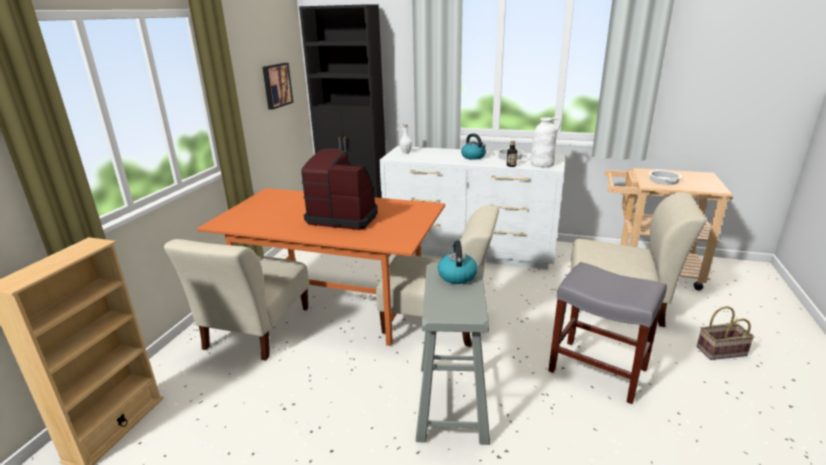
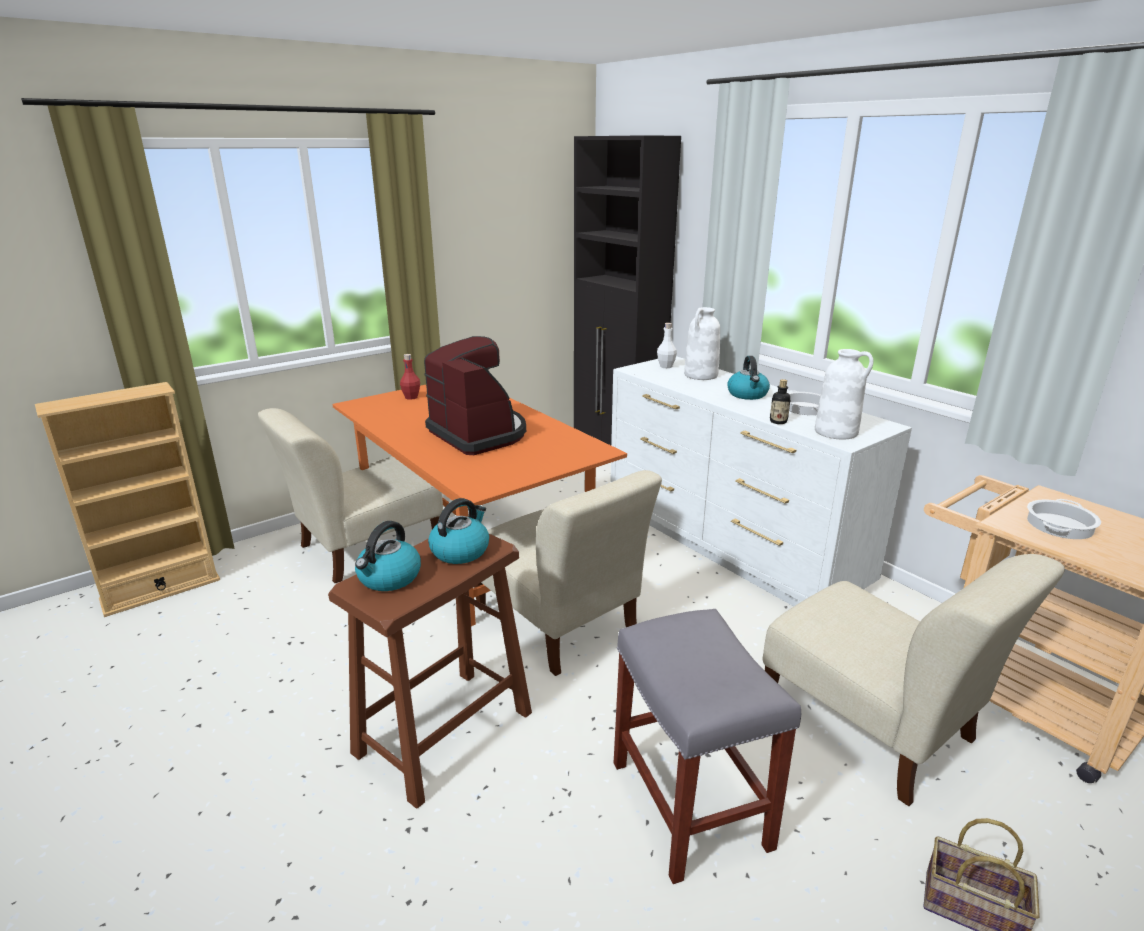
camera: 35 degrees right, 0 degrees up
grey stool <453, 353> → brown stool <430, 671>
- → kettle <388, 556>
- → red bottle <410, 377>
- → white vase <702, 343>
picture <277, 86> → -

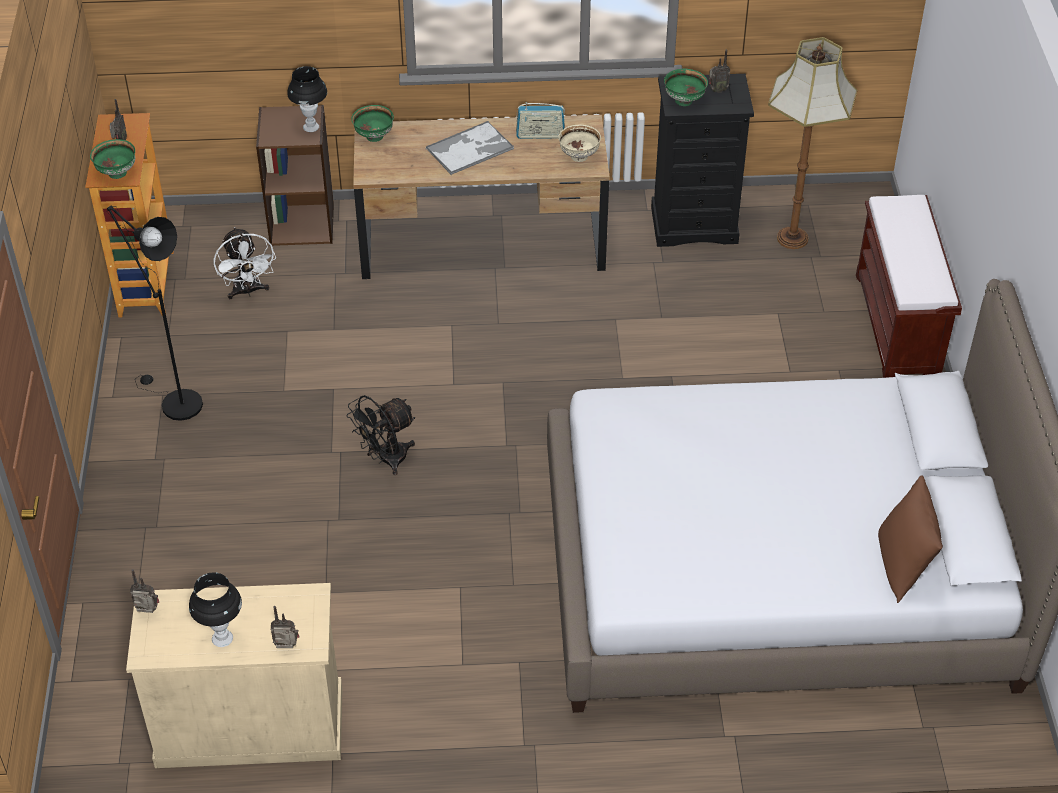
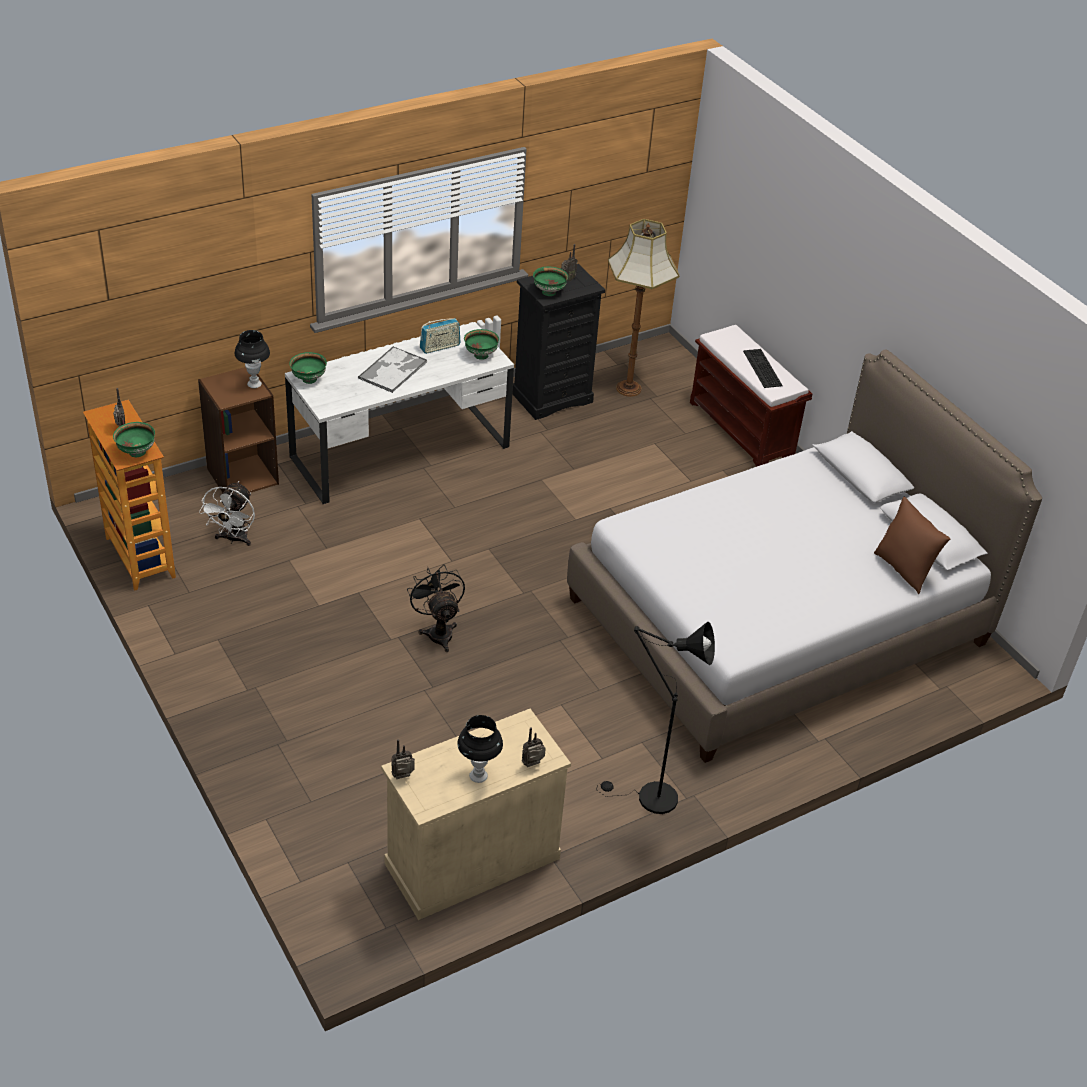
camera: 30 degrees left, 5 degrees down
white fan <245, 263> → white fan <227, 513>, 60 degrees clockwise
brown desk <481, 197> → white desk <399, 413>
black fan <381, 435> → black fan <436, 608>, 135 degrees clockwise
beige bowl <579, 143> → green bowl <481, 344>
black floor lamp <155, 313> → black floor lamp <655, 718>, relocated
- → keyboard <763, 368>

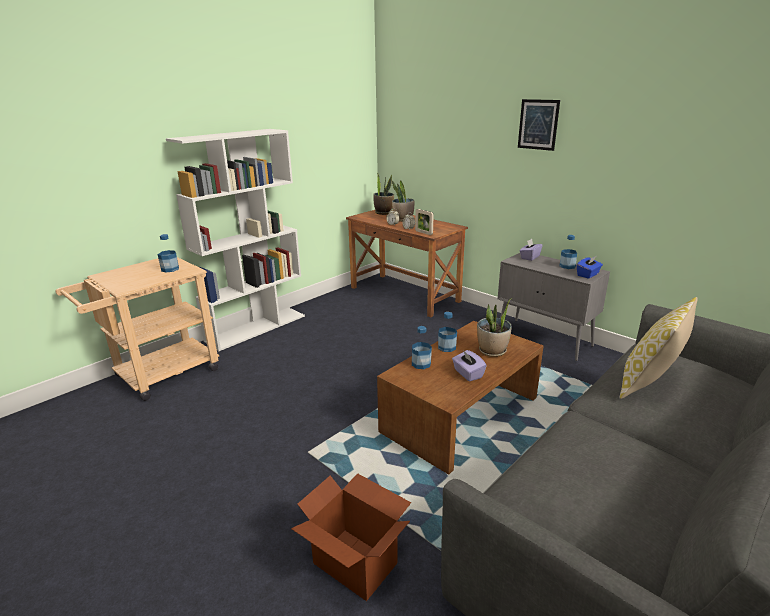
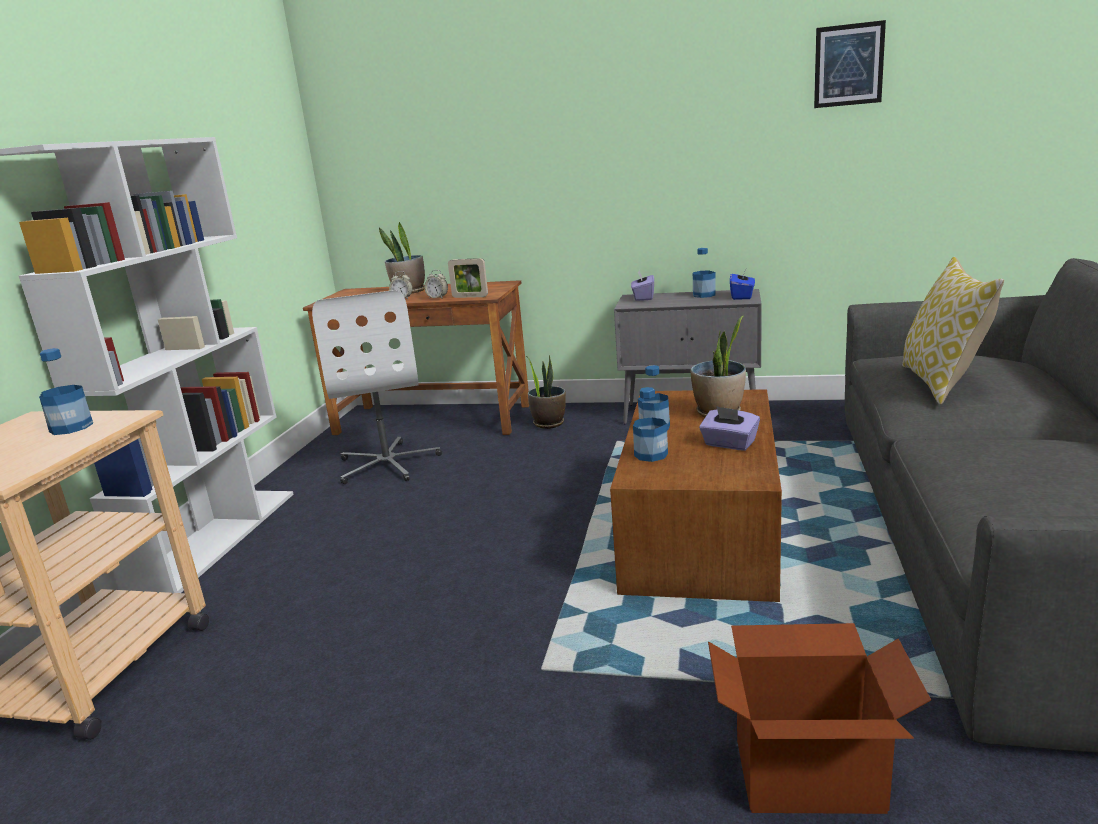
camera: 30 degrees left, 5 degrees down
- → white office chair <377, 387>
potted plant <383, 193> → potted plant <546, 392>, relocated
picture <539, 125> → picture <850, 64>, relocated

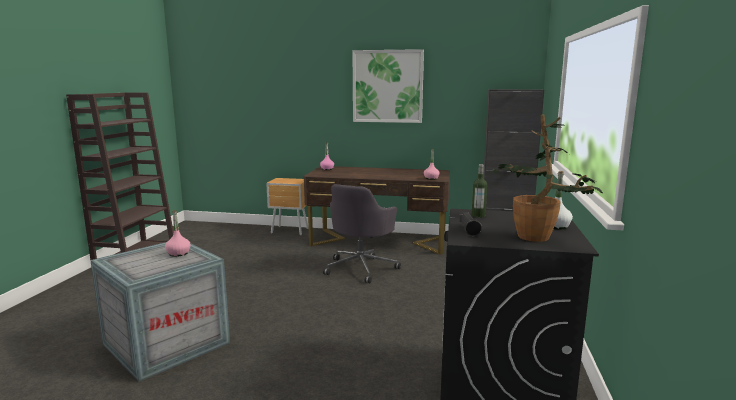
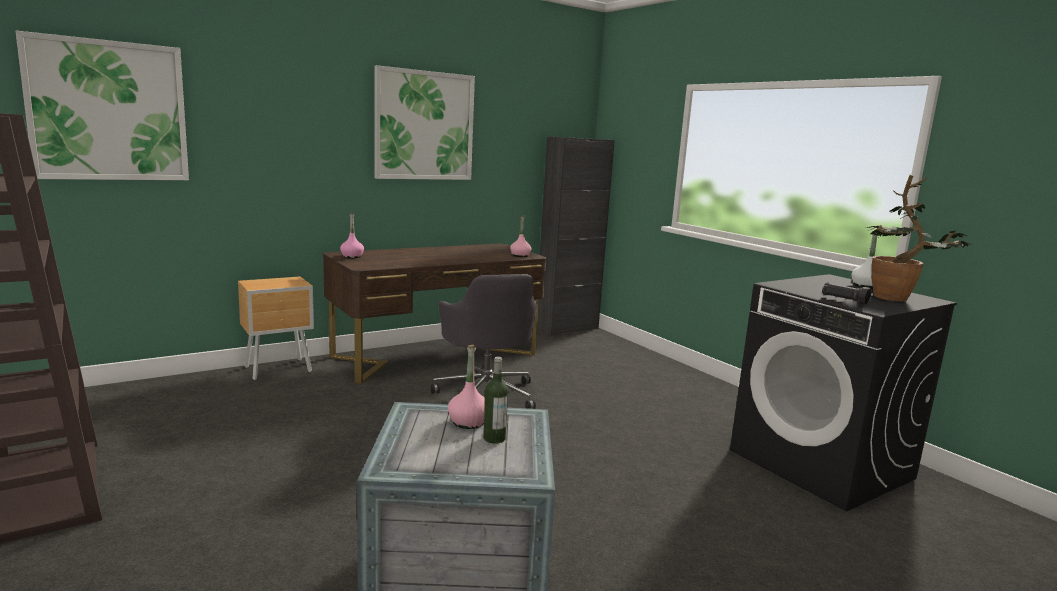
camera: 45 degrees left, 0 degrees up
- → picture <102, 105>
bottle <479, 191> → bottle <495, 400>, relocated

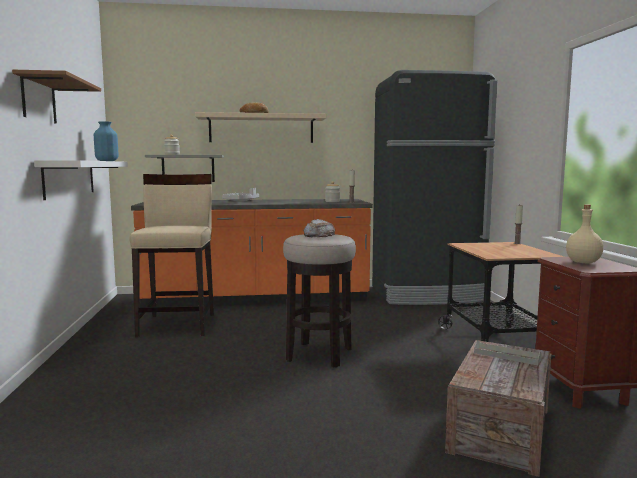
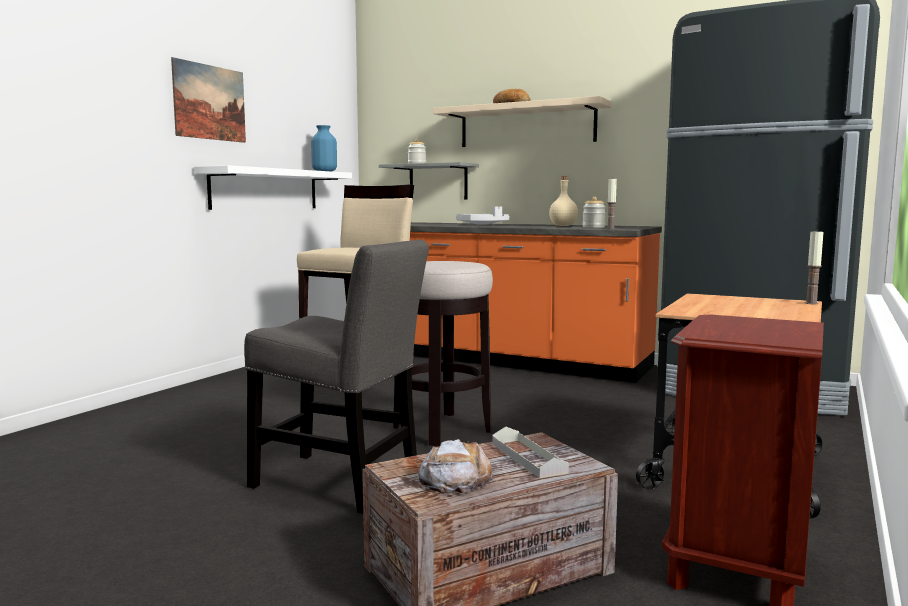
camera: 35 degrees right, 0 degrees up
brown shelf <56, 97> → picture <208, 100>
- → grey chair <336, 376>
bread <319, 228> → bread <457, 466>, relocated
beige bottle <585, 234> → beige bottle <563, 201>, relocated

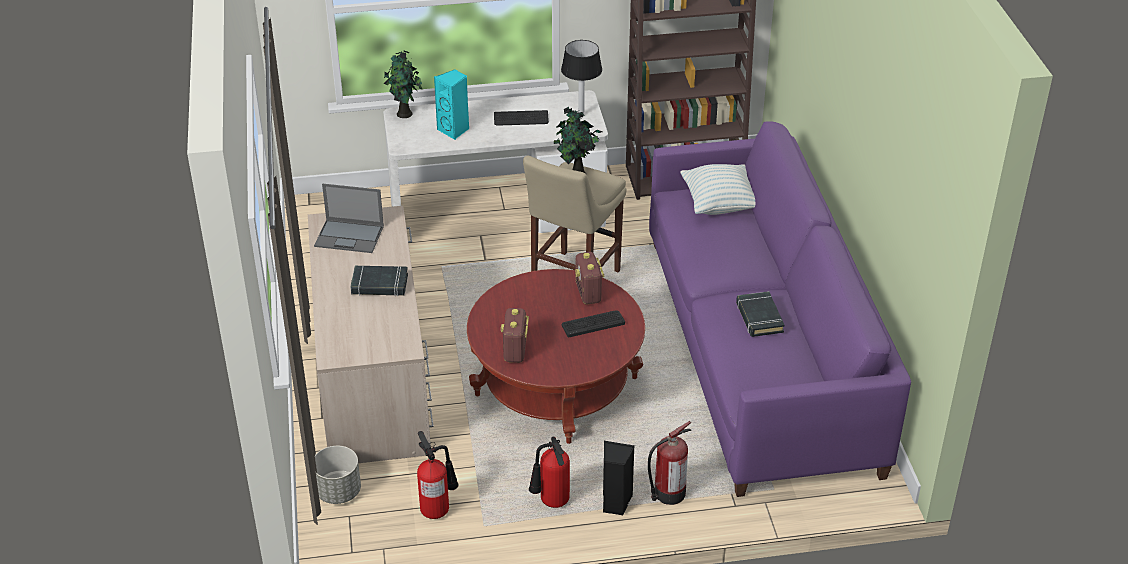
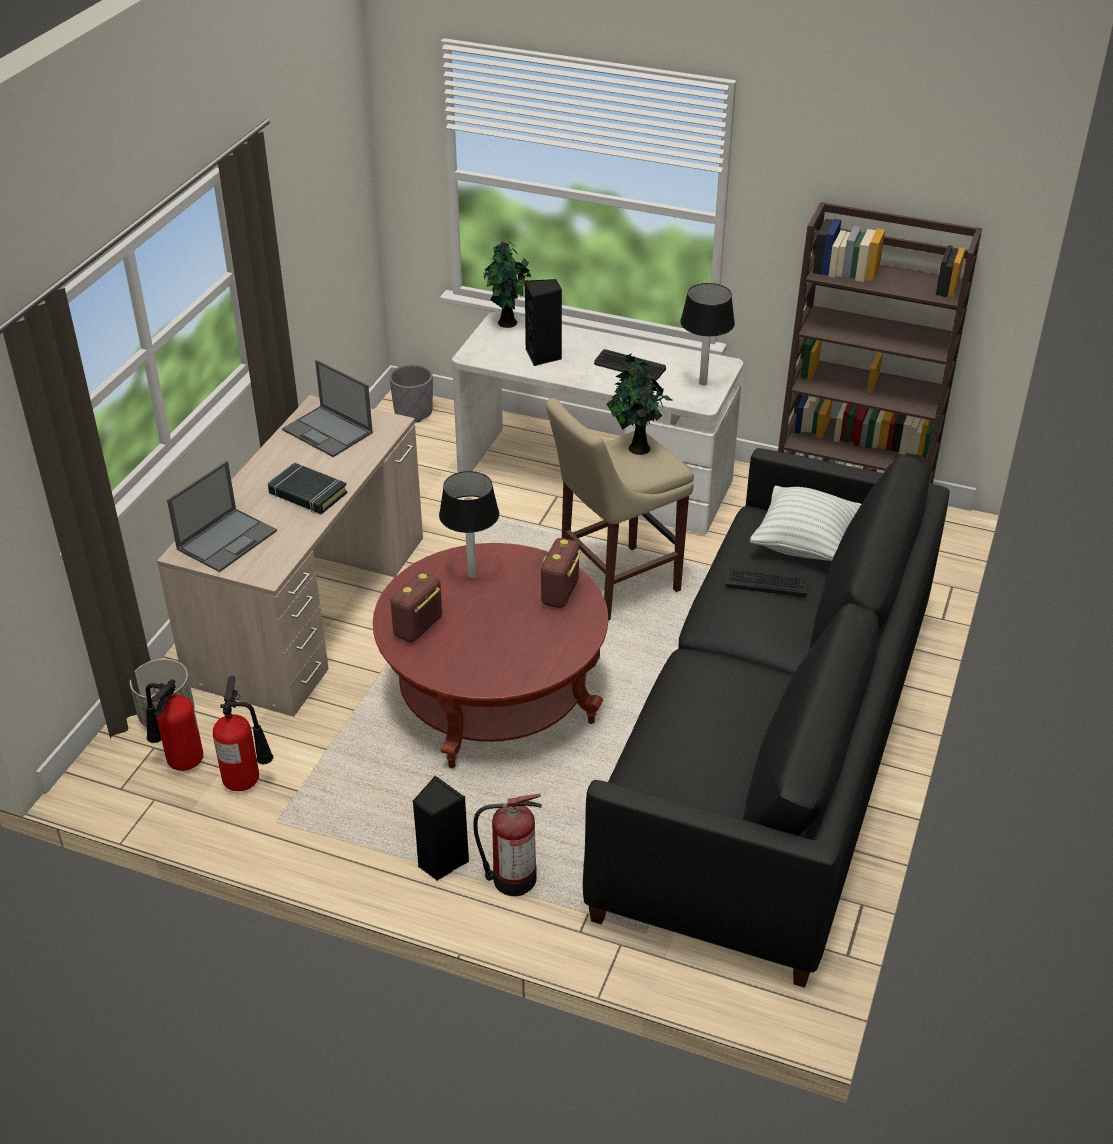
camera: 30 degrees right, 0 degrees up
fire extinguisher <549, 472> → fire extinguisher <174, 725>, relocated
- → laptop <222, 516>
- → grey planter <411, 393>
- → table lamp <469, 524>
turquoise speaker <451, 104> → black speaker <543, 322>
purple sofa <780, 309> → black sofa <766, 718>
keyboard <593, 323> → keyboard <767, 582>, relocated
black book <760, 314> → -

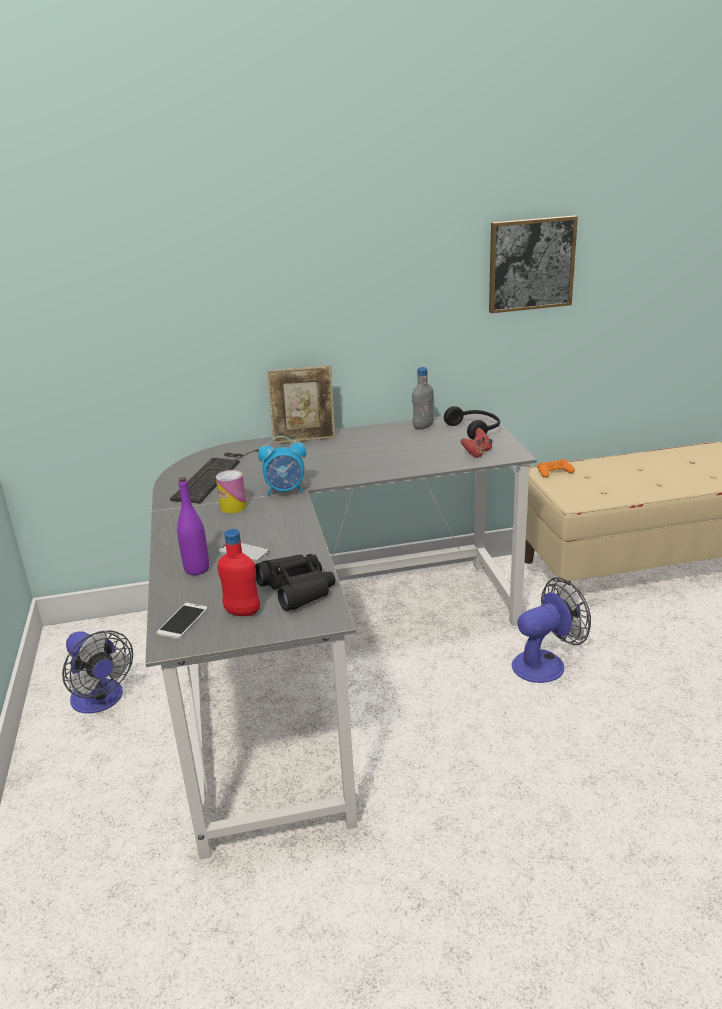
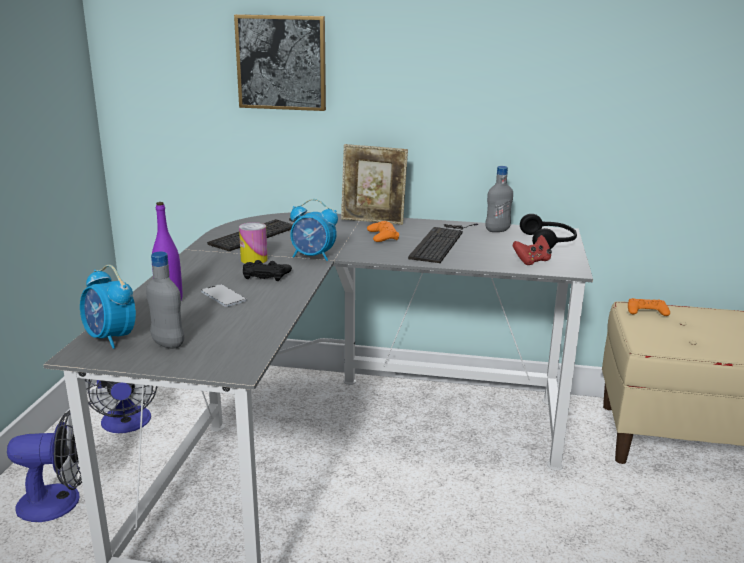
camera: 20 degrees right, 5 degrees down
fan <551, 630> → fan <44, 466>, relocated
phone <182, 621> → alarm clock <108, 307>
red bottle <238, 572> → grey bottle <165, 300>
picture <533, 264> → picture <280, 62>, relocated
- → black game controller <267, 270>
- → orange game controller <383, 231>
- → keyboard <443, 243>
black binoculars <295, 582> → -

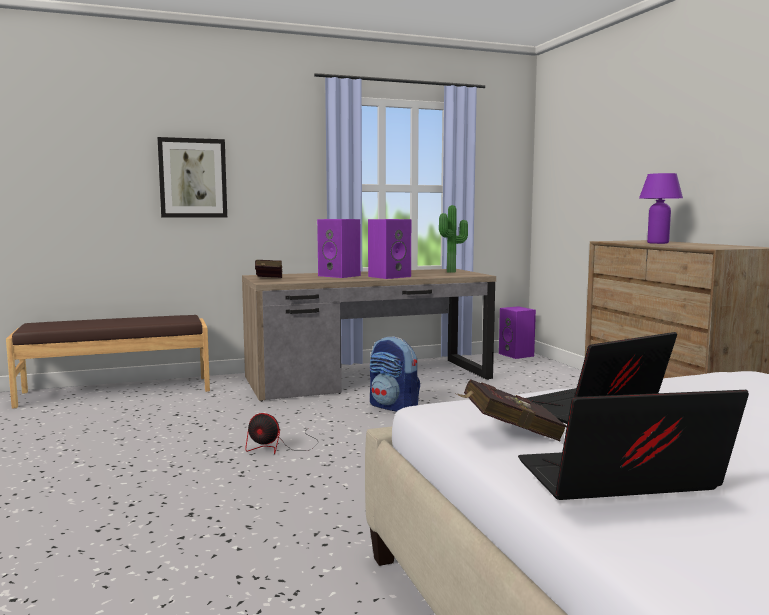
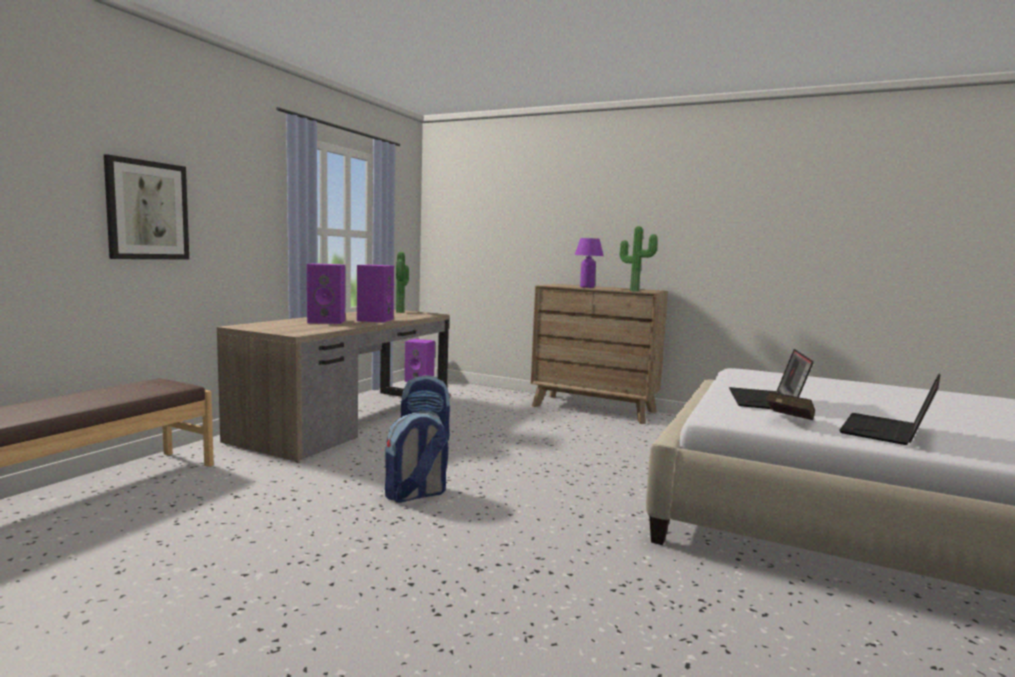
camera: 45 degrees left, 0 degrees up
fan <282, 433> → backpack <416, 458>
- → potted plant <639, 259>
red book <268, 269> → -

